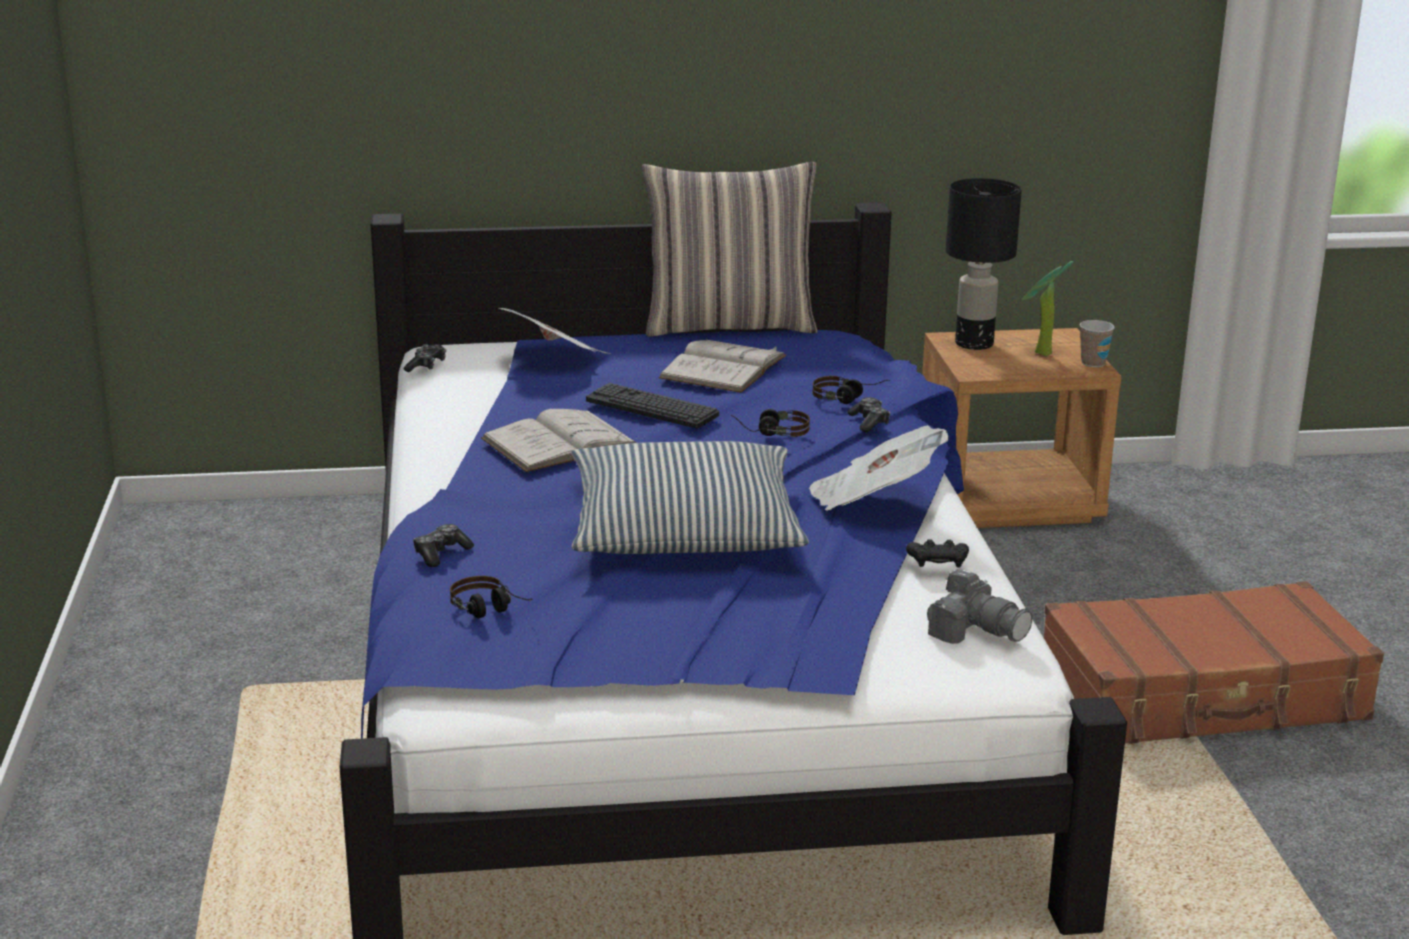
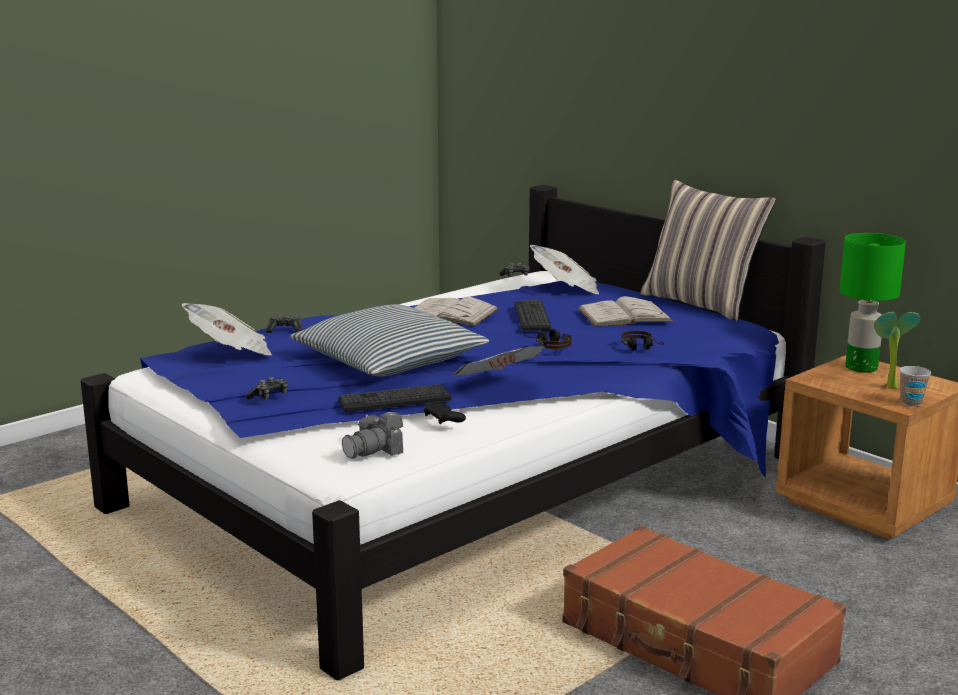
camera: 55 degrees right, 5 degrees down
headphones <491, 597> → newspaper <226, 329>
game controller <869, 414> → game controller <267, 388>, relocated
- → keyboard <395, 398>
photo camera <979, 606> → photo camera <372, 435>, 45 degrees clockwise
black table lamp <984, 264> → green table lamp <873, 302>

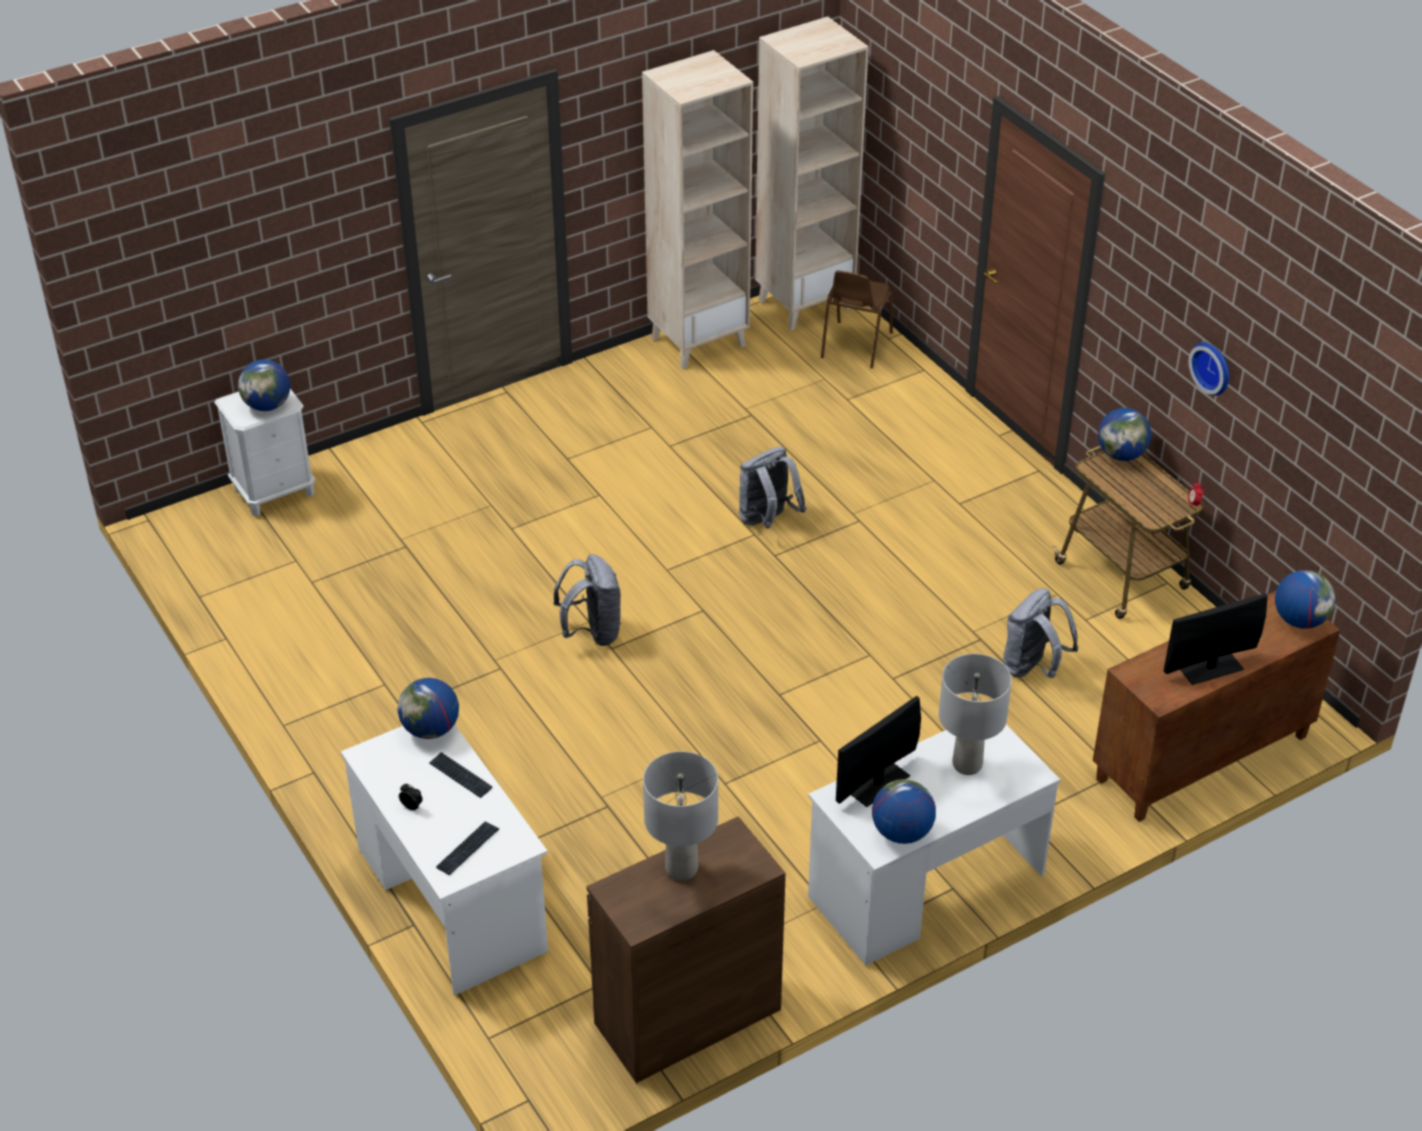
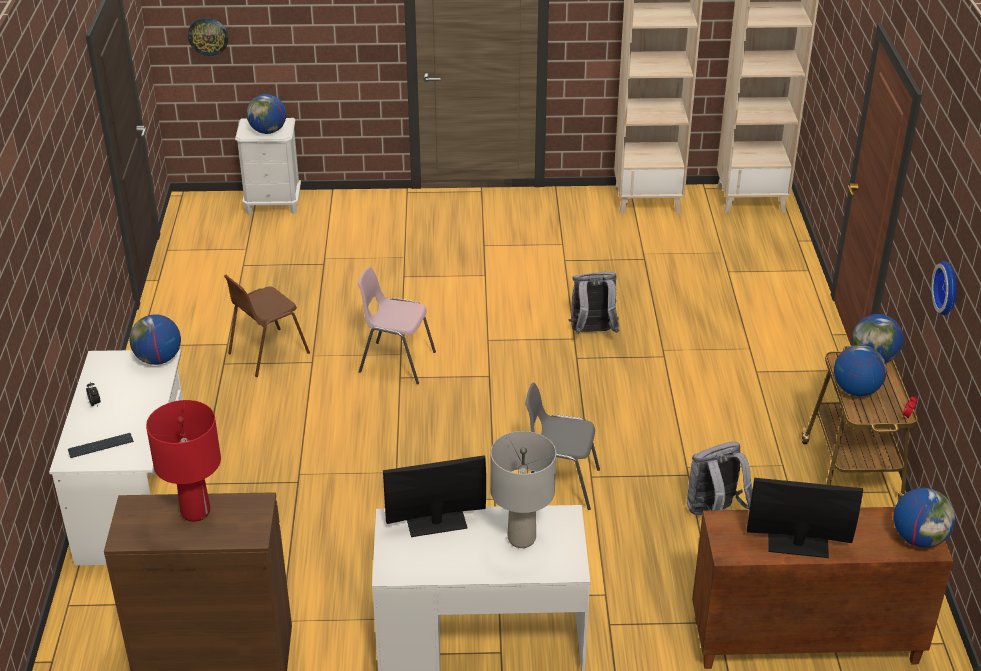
camera: 30 degrees right, 5 degrees down
grey table lamp <680, 816> → red table lamp <183, 461>
- → wall clock <208, 37>
brown chair <857, 319> → brown chair <267, 326>, relocated
grey backpack <587, 600> → pink chair <397, 325>
- → grey chair <562, 446>
globe <904, 811> → globe <860, 370>, relocated
keyboard <460, 775> → -

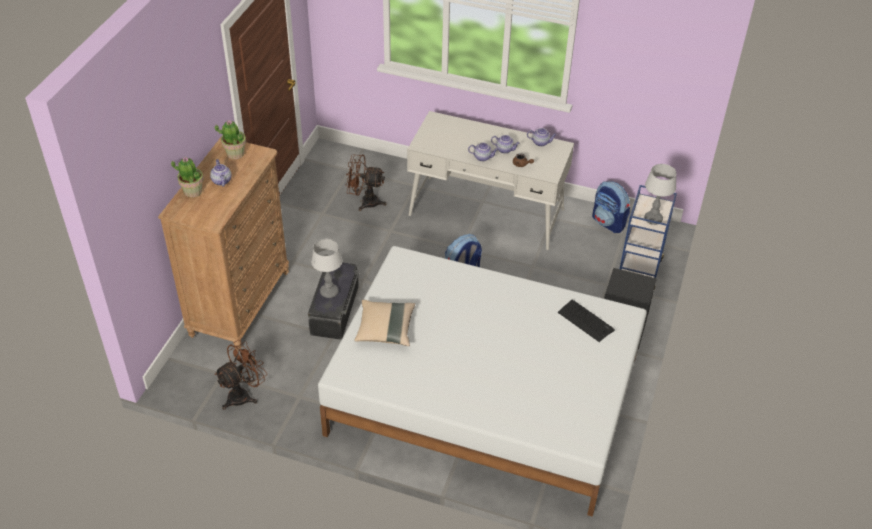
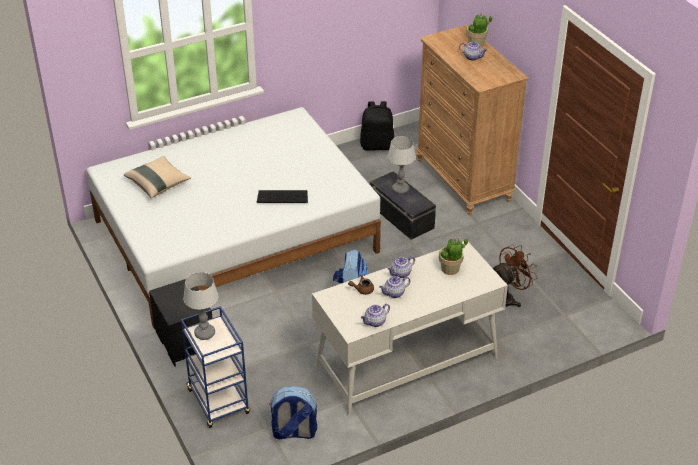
camera: 135 degrees right, 5 degrees down
beige pillow <384, 323> → beige pillow <157, 177>, relocated
keyboard <586, 321> → keyboard <282, 196>, relocated
brown fan <240, 375> → black backpack <377, 125>
potted plant <230, 139> → potted plant <453, 256>, relocated

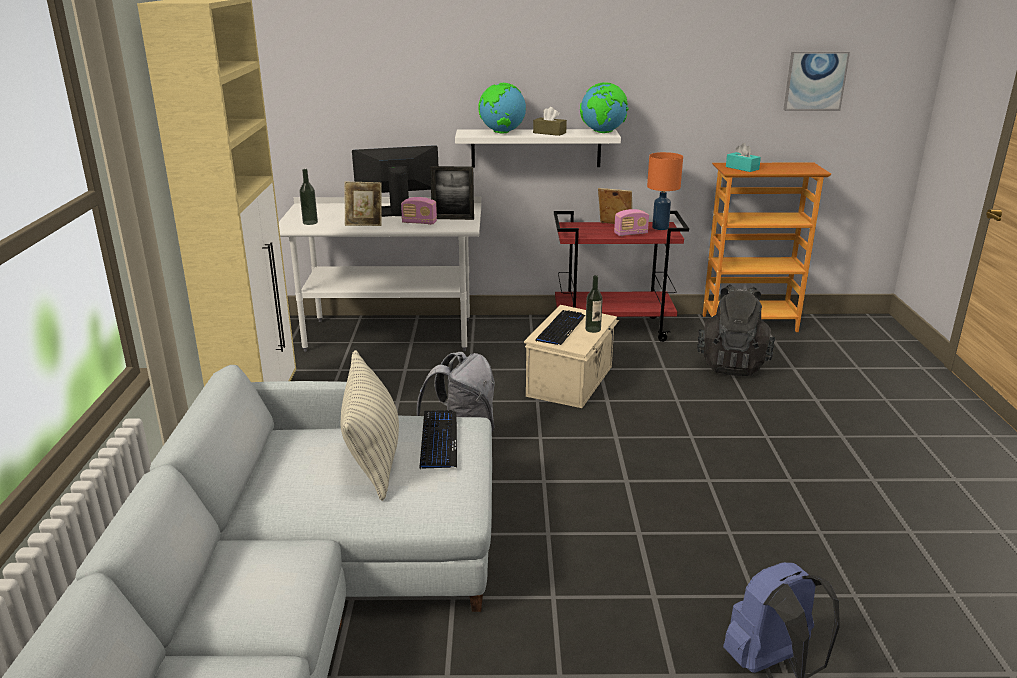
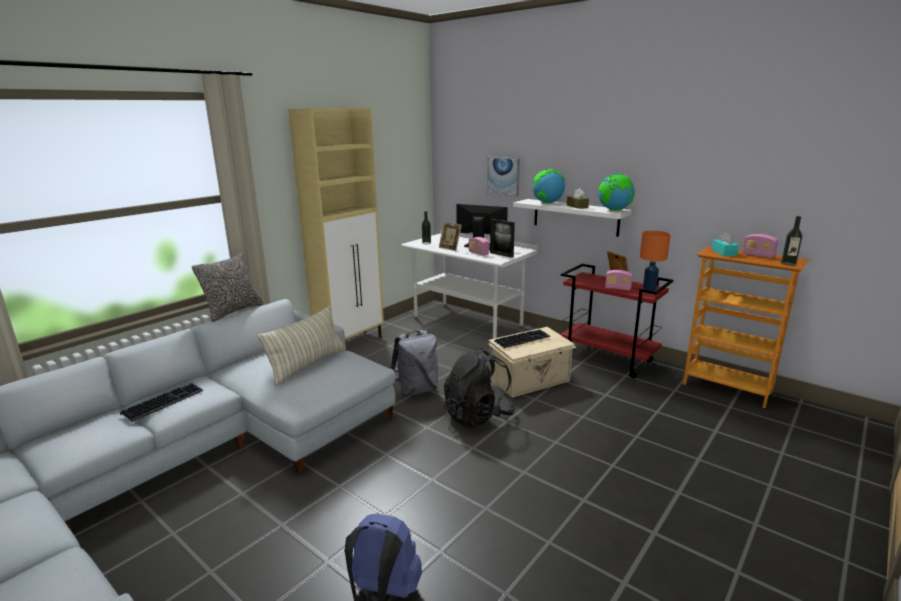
camera: 40 degrees right, 5 degrees down
keyboard <438, 440> → keyboard <162, 402>, relocated
- → pillow <227, 287>
black backpack <736, 330> → black backpack <480, 388>, relocated
picture <816, 81> → picture <503, 176>, relocated
- → radio <760, 246>
bottle <594, 304> → bottle <791, 241>, relocated

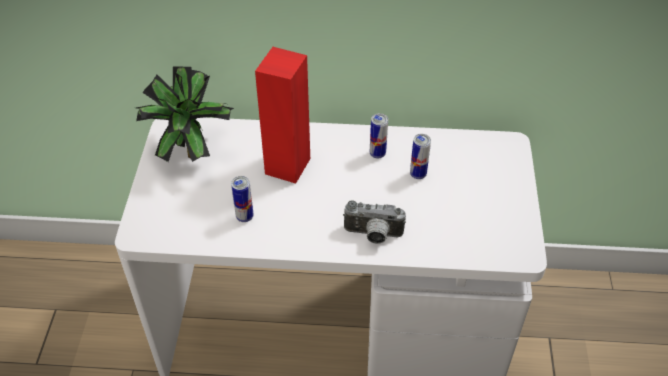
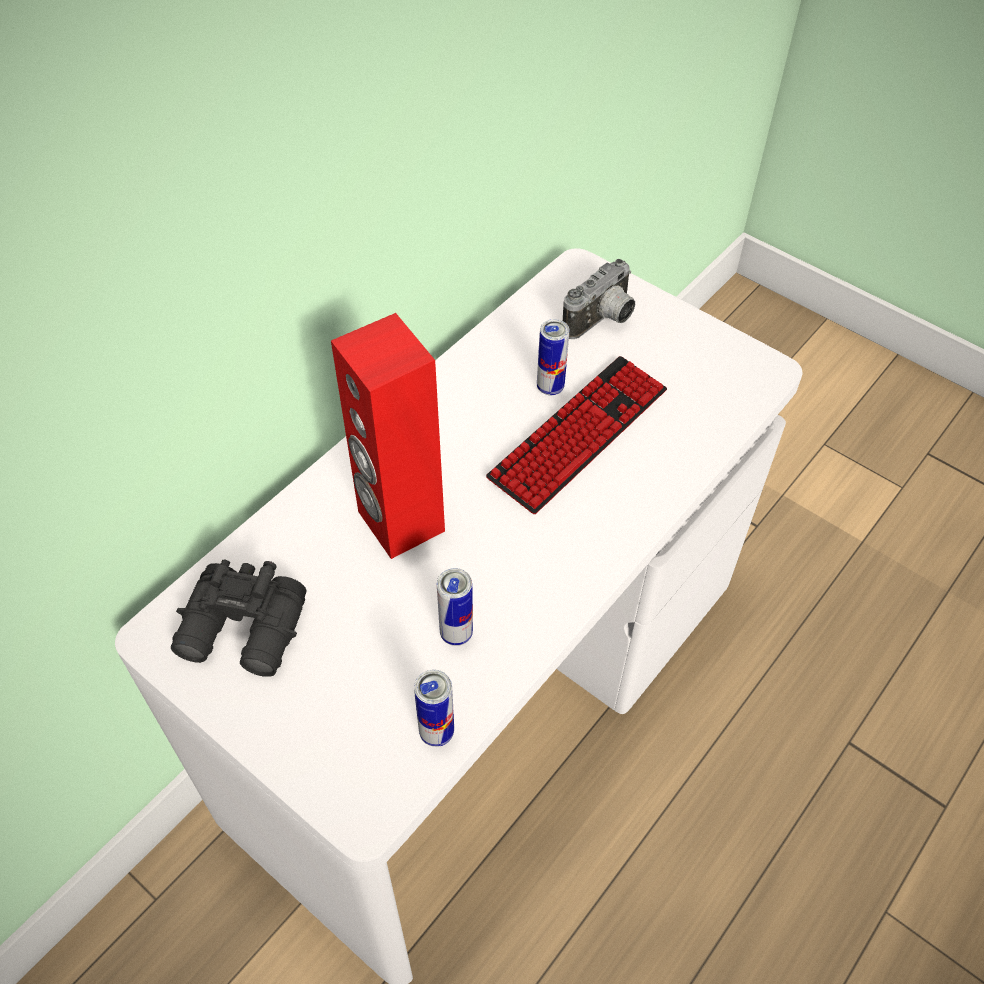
camera: 55 degrees left, 5 degrees up
potted plant <185, 114> → black binoculars <239, 618>
can <379, 136> → can <434, 708>, relocated
- → keyboard <576, 435>
photo camera <374, 222> → photo camera <599, 299>, relocated

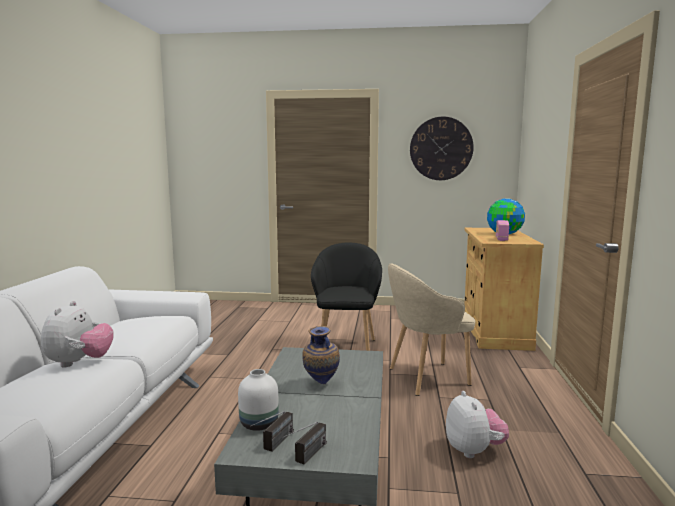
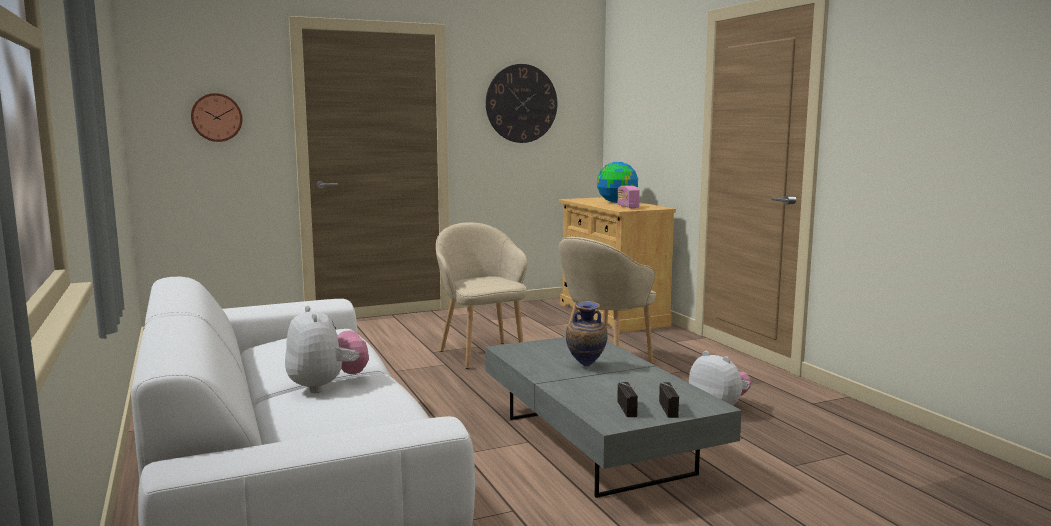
camera: 30 degrees left, 0 degrees up
- → wall clock <216, 117>
black armchair <346, 296> → beige armchair <481, 296>
white vase <258, 400> → -

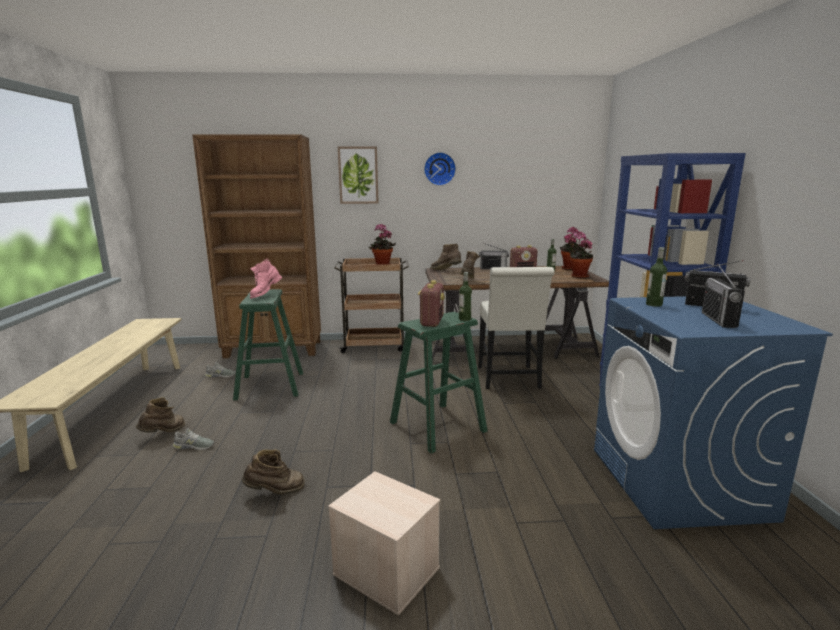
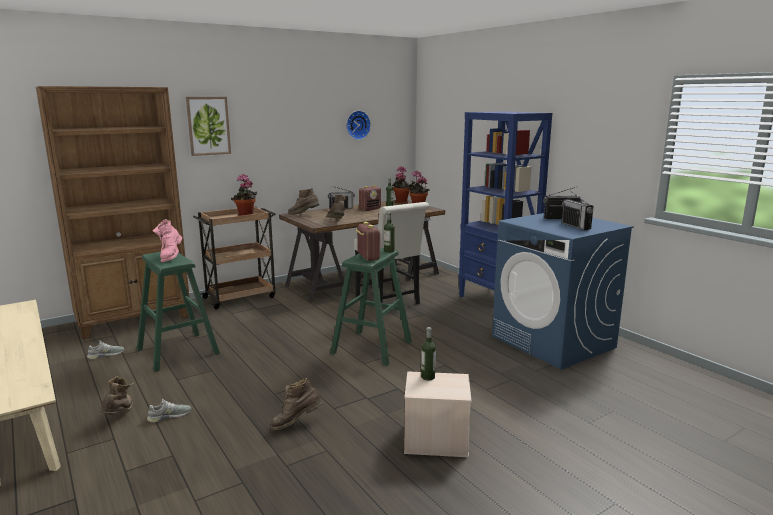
camera: 30 degrees left, 0 degrees up
brown boot <273, 472> → brown boot <296, 404>, 150 degrees counterclockwise
wall clock <440, 169> → wall clock <358, 125>, relocated
bottle <656, 277> → bottle <428, 353>, relocated

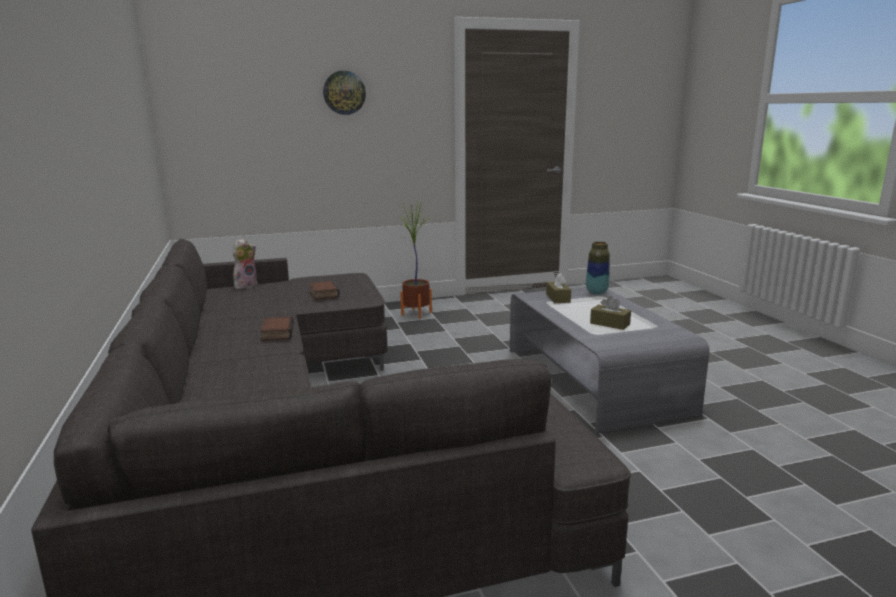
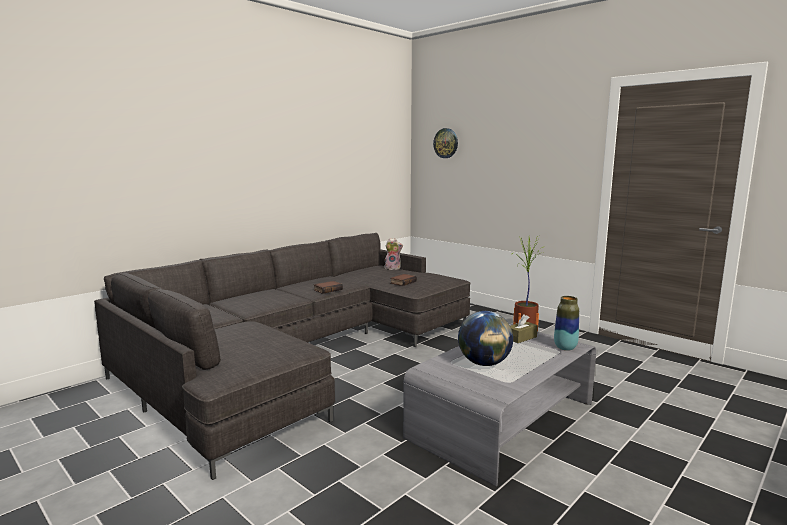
camera: 60 degrees right, 5 degrees down
wall clock <344, 93> → wall clock <445, 143>, relocated
brown tissue box <610, 313> → globe <485, 338>

